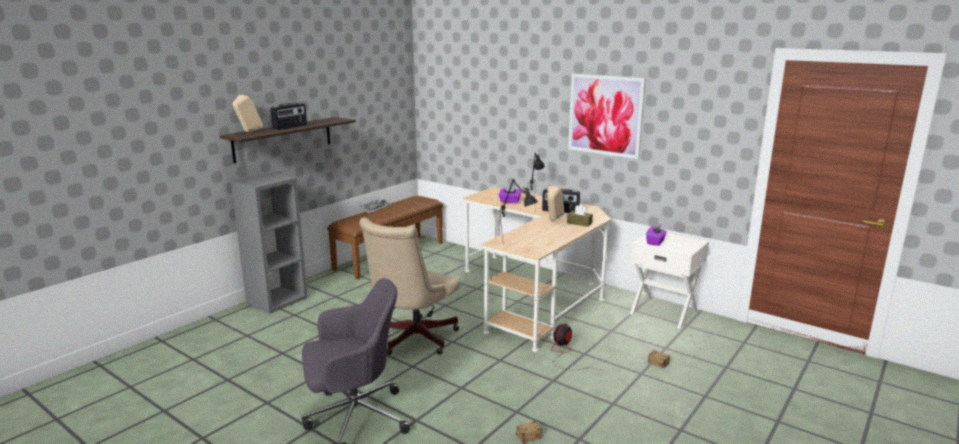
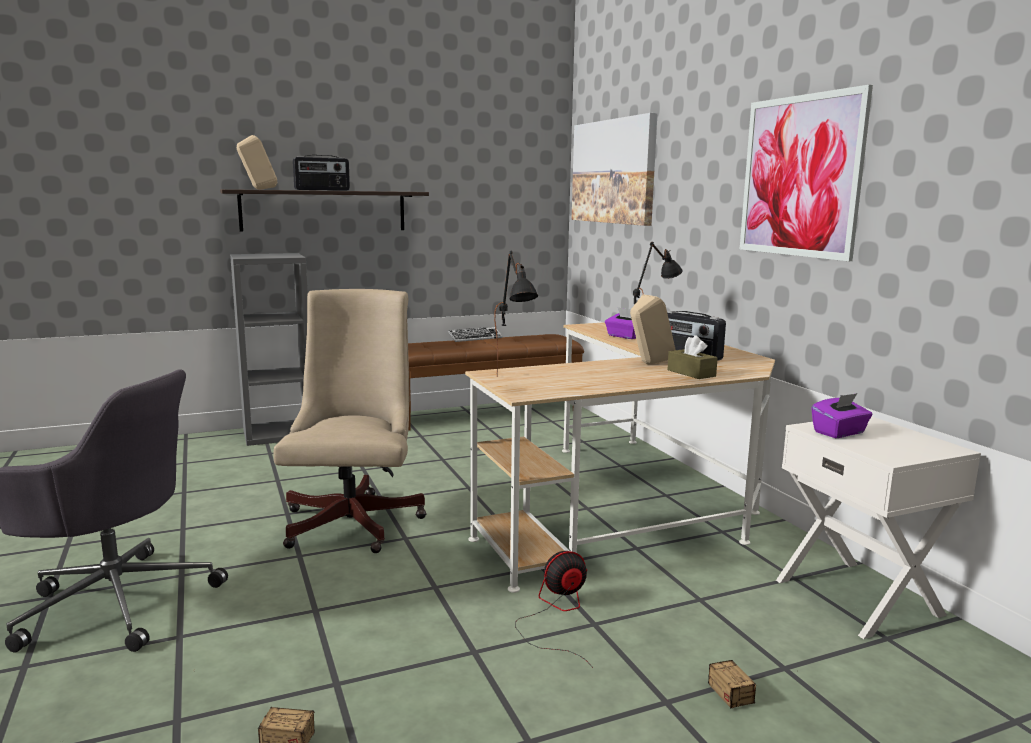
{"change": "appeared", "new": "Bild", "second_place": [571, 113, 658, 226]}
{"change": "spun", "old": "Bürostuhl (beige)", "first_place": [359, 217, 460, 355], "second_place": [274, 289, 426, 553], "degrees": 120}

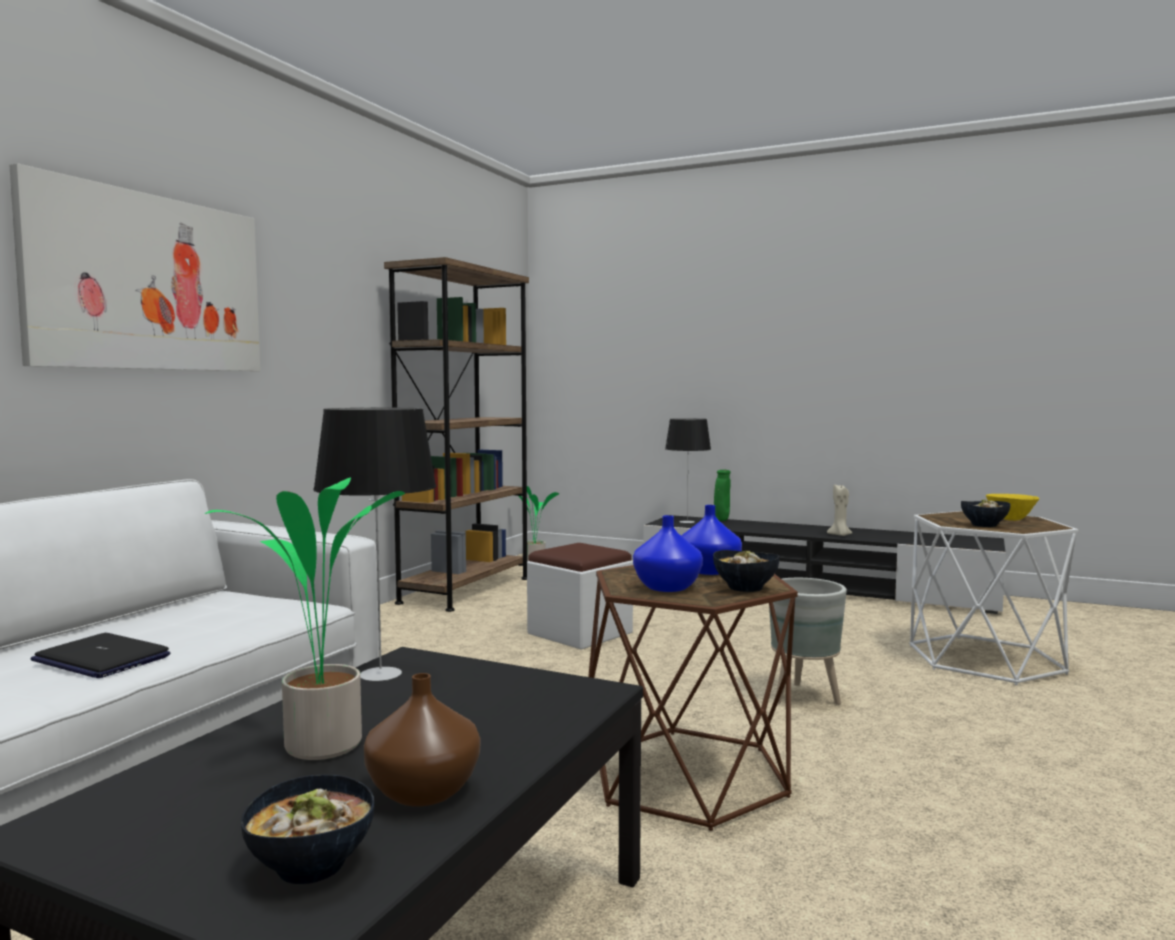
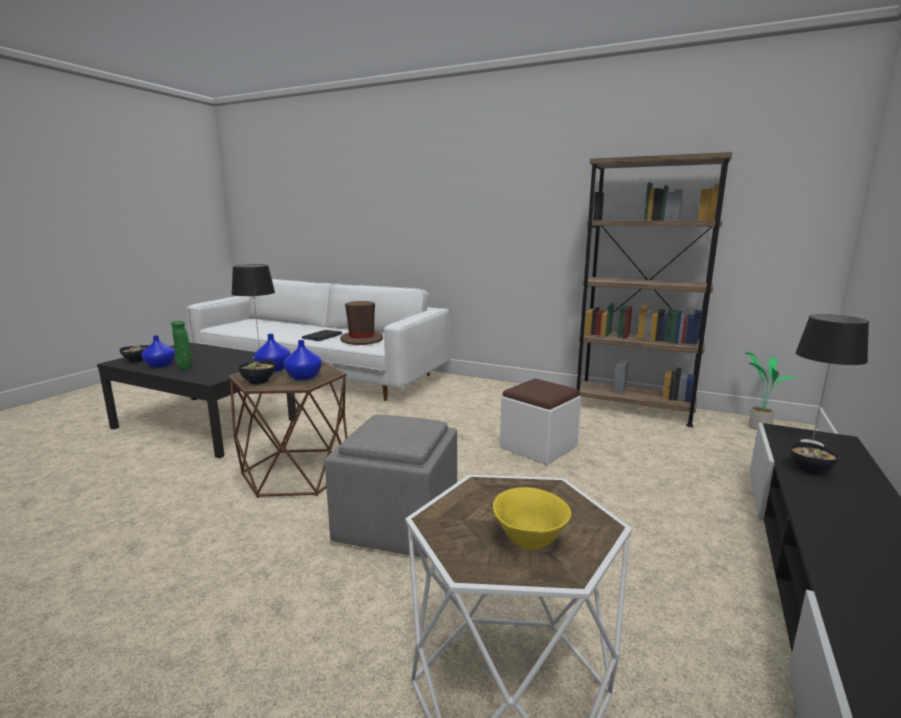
{"change": "missing", "old": "Bild", "first_place": [9, 163, 260, 371]}
{"change": "missing", "old": "Topfpflanze", "first_place": [204, 477, 405, 760]}
{"change": "missing", "old": "Kerze (beige)", "first_place": [827, 484, 852, 536]}
{"change": "appeared", "new": "Hut (braun)", "second_place": [340, 301, 383, 345]}
{"change": "relocated", "old": "Vase (grün)", "first_place": [714, 470, 731, 521], "second_place": [171, 321, 192, 371]}
{"change": "relocated", "old": "Schüssel", "first_place": [961, 500, 1010, 527], "second_place": [790, 442, 840, 475]}
{"change": "exchanged", "old": "Pflanzkübel (grau)", "new": "Polsterhocker (grau)", "first_place": [769, 578, 847, 705], "second_place": [325, 415, 457, 558]}
{"change": "colour", "old": "Vase (braun)", "new": "Vase (blau)", "first_place": [364, 673, 480, 806], "second_place": [141, 335, 175, 368]}

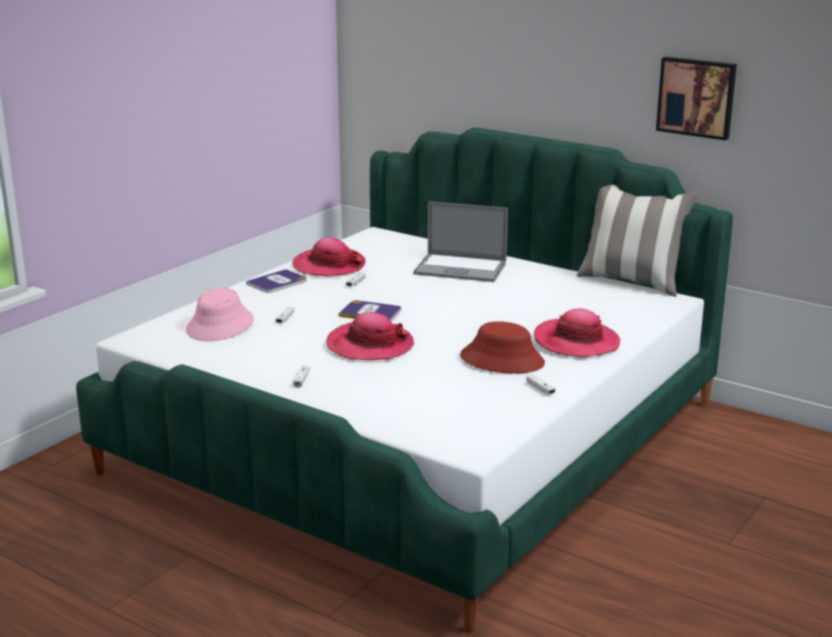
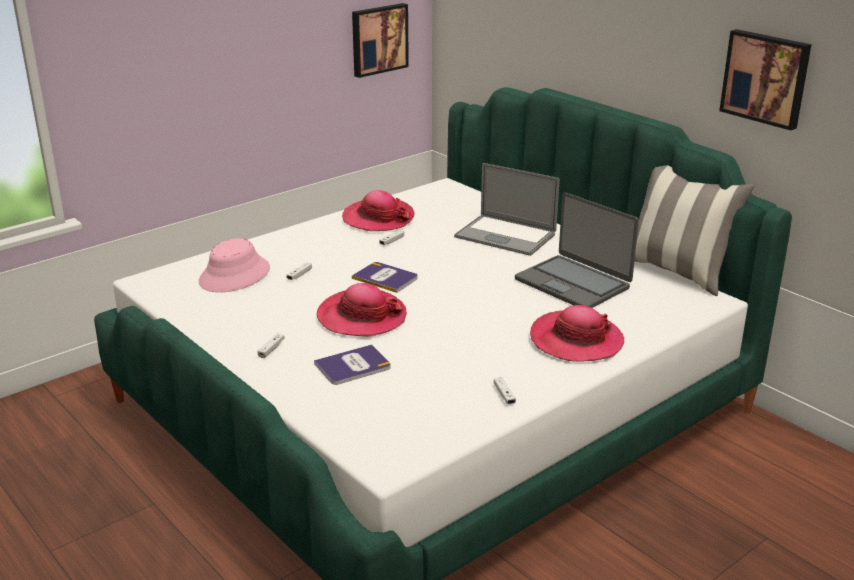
{"change": "missing", "old": "Hut (rot)", "first_place": [460, 321, 545, 374]}
{"change": "appeared", "new": "Bild", "second_place": [352, 3, 409, 78]}
{"change": "appeared", "new": "Laptop", "second_place": [515, 192, 639, 308]}
{"change": "relocated", "old": "Buch", "first_place": [246, 269, 307, 293], "second_place": [314, 344, 391, 385]}

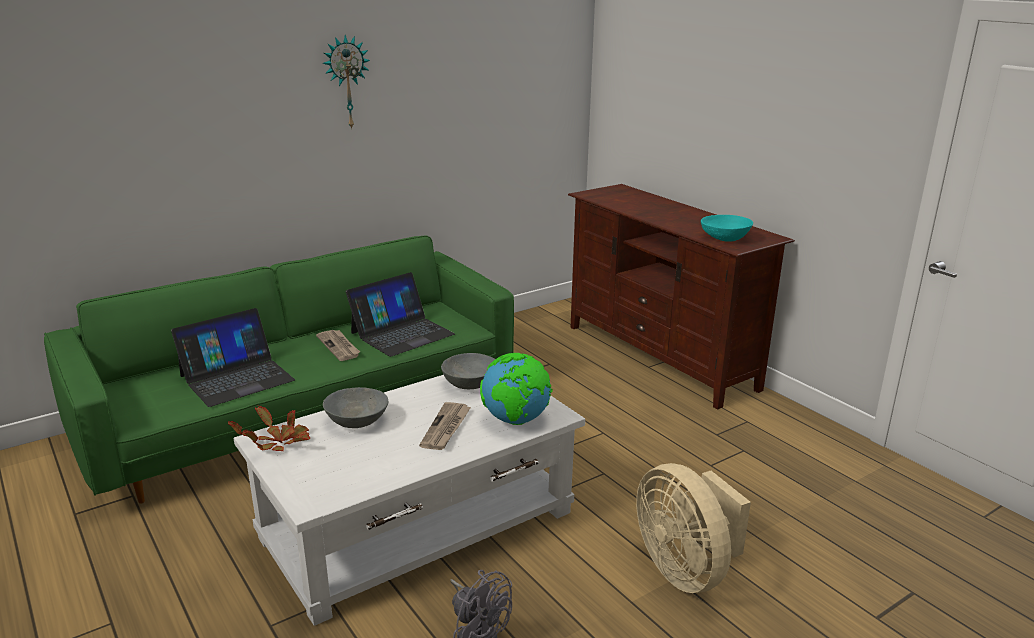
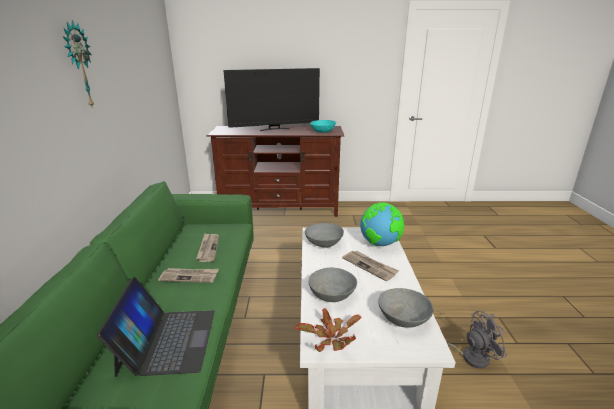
{"change": "missing", "old": "Ventilator (beige)", "first_place": [636, 463, 751, 593]}
{"change": "appeared", "new": "Fernseher", "second_place": [223, 68, 320, 131]}
{"change": "appeared", "new": "Schüssel (grau)", "second_place": [378, 288, 433, 328]}
{"change": "exchanged", "old": "Laptop", "new": "Zeitung", "first_place": [346, 272, 455, 357], "second_place": [196, 233, 219, 262]}

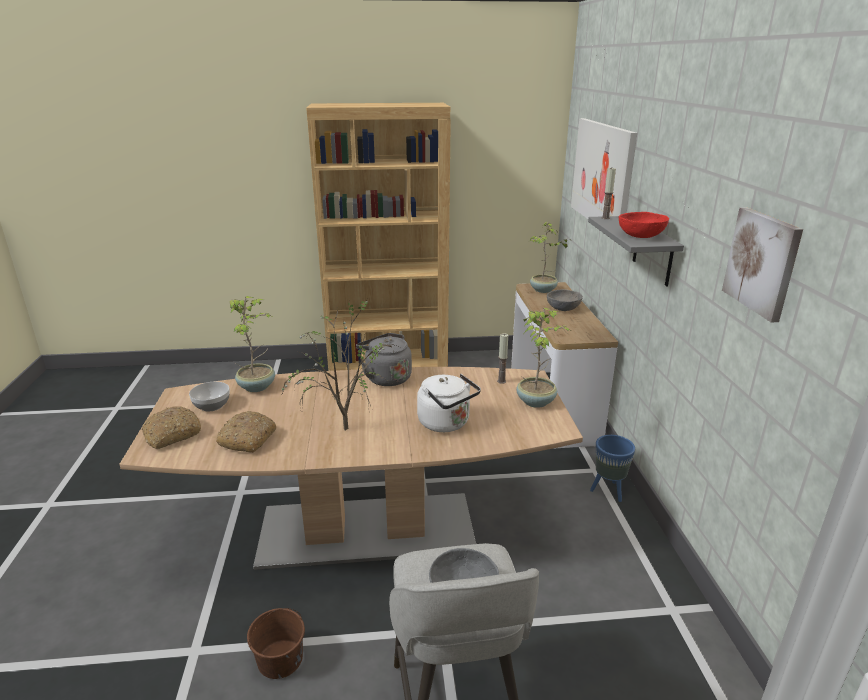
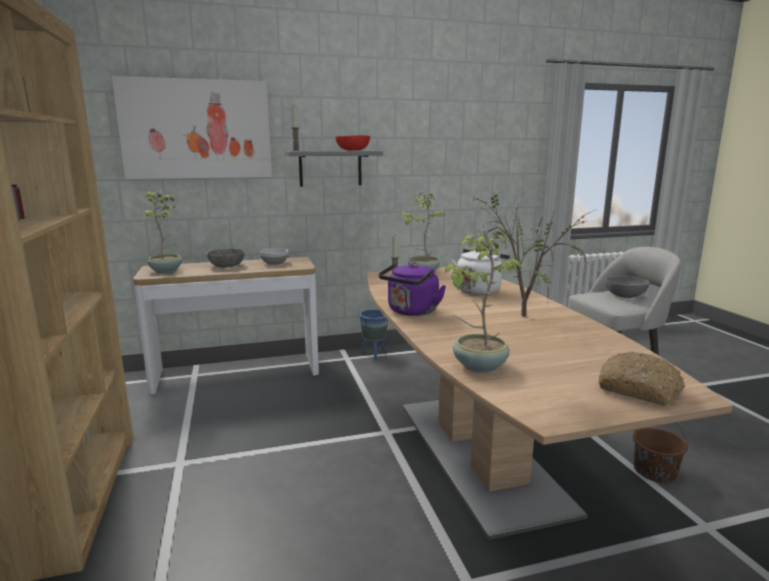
{"change": "missing", "old": "Brot", "first_place": [216, 411, 276, 453]}
{"change": "missing", "old": "Bild", "first_place": [722, 207, 803, 322]}
{"change": "relocated", "old": "Schüssel", "first_place": [189, 382, 230, 411], "second_place": [260, 248, 288, 265]}
{"change": "colour", "old": "Wasserkessel (grau)", "new": "Wasserkessel (lila)", "first_place": [356, 333, 412, 386], "second_place": [379, 262, 446, 316]}

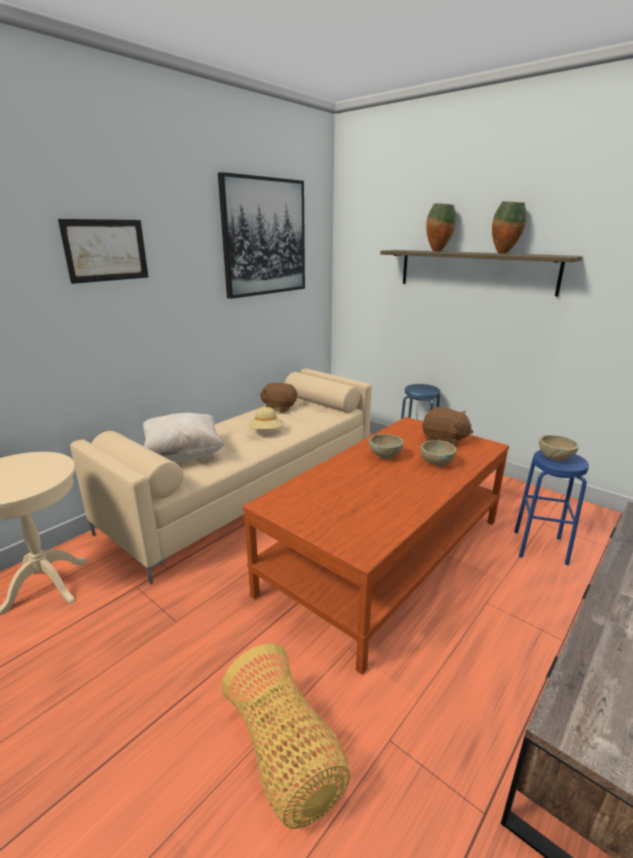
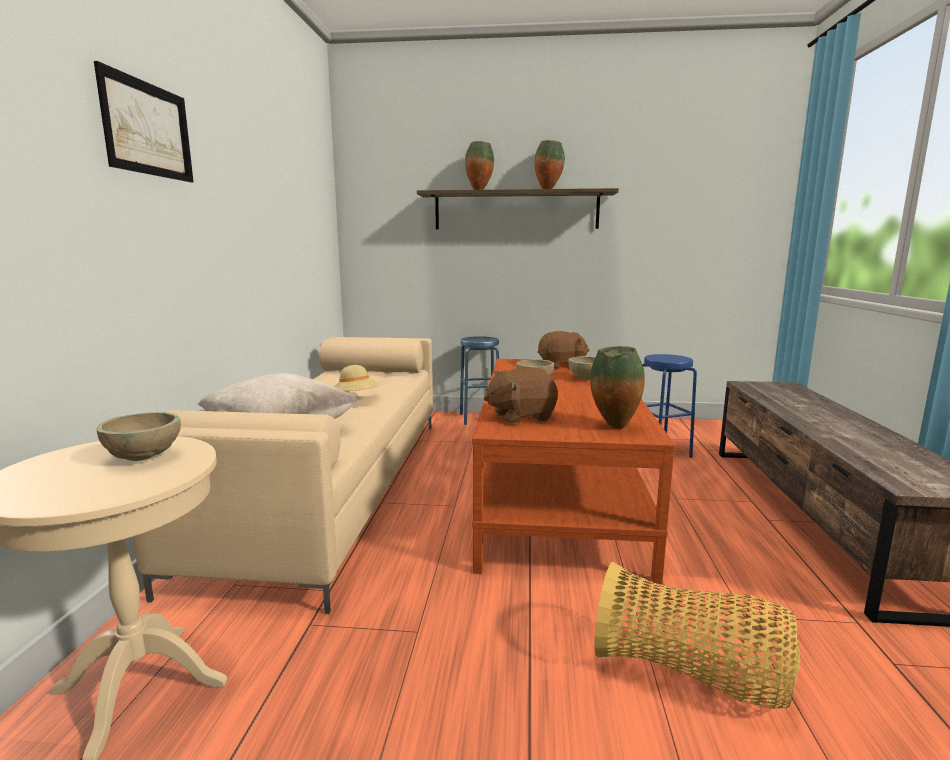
{"change": "missing", "old": "Bild", "first_place": [218, 172, 305, 299]}
{"change": "appeared", "new": "Vase", "second_place": [590, 346, 645, 429]}
{"change": "relocated", "old": "Plüschtier (braun)", "first_place": [260, 383, 297, 413], "second_place": [484, 367, 558, 424]}
{"change": "relocated", "old": "Schüssel (beige)", "first_place": [539, 435, 579, 461], "second_place": [96, 412, 181, 461]}

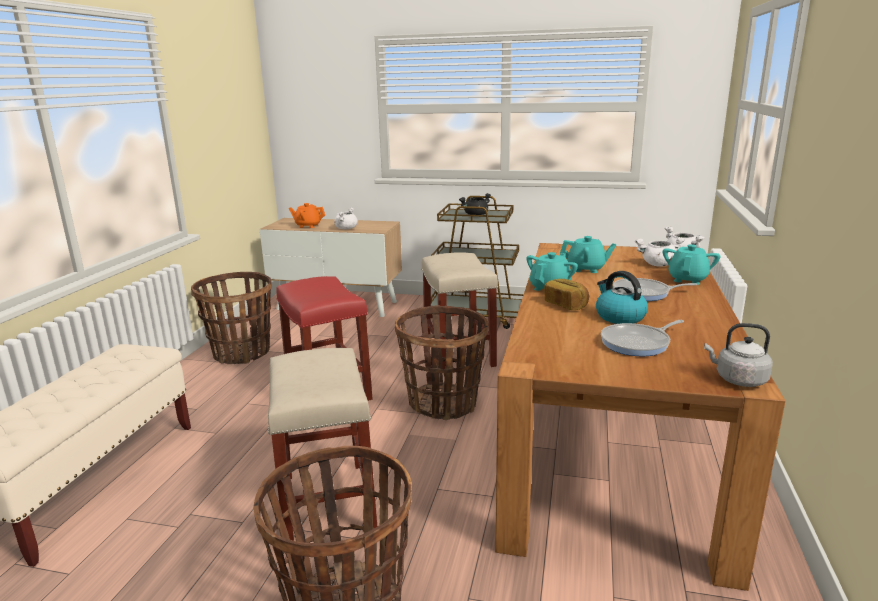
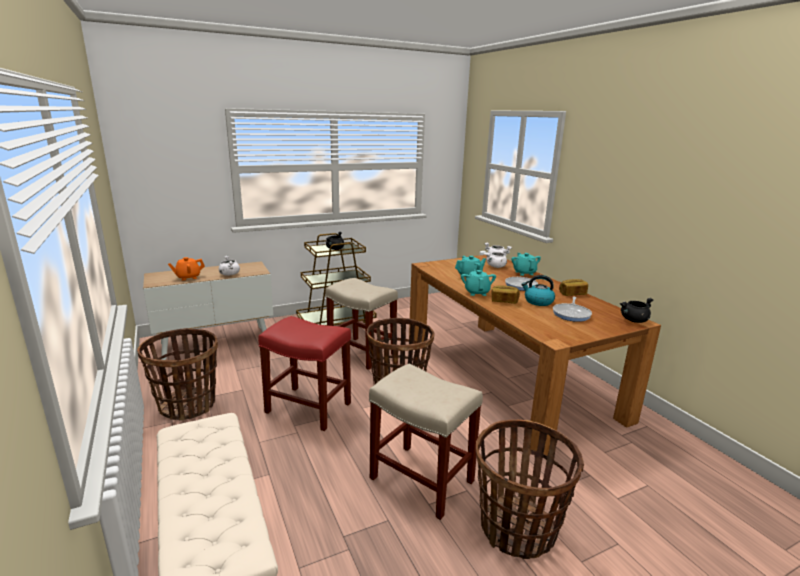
{"change": "appeared", "new": "Brot", "second_place": [559, 279, 588, 296]}
{"change": "exchanged", "old": "Wasserkessel (grau)", "new": "Kochtopf (schwarz)", "first_place": [704, 323, 773, 387], "second_place": [620, 298, 653, 323]}

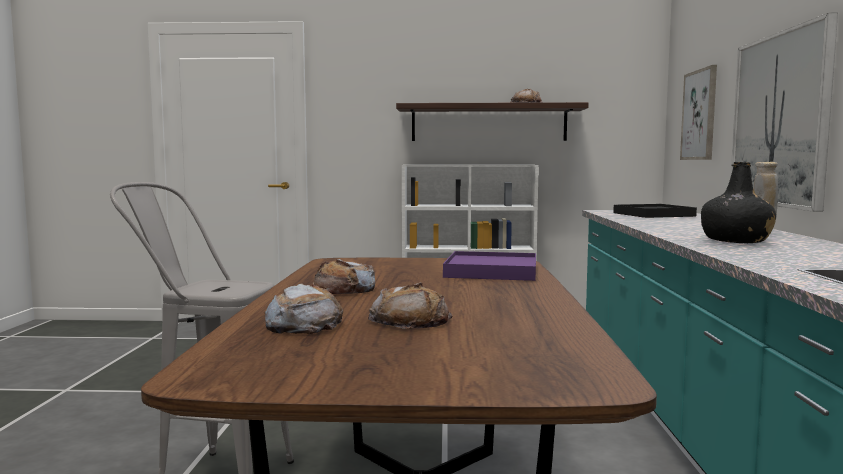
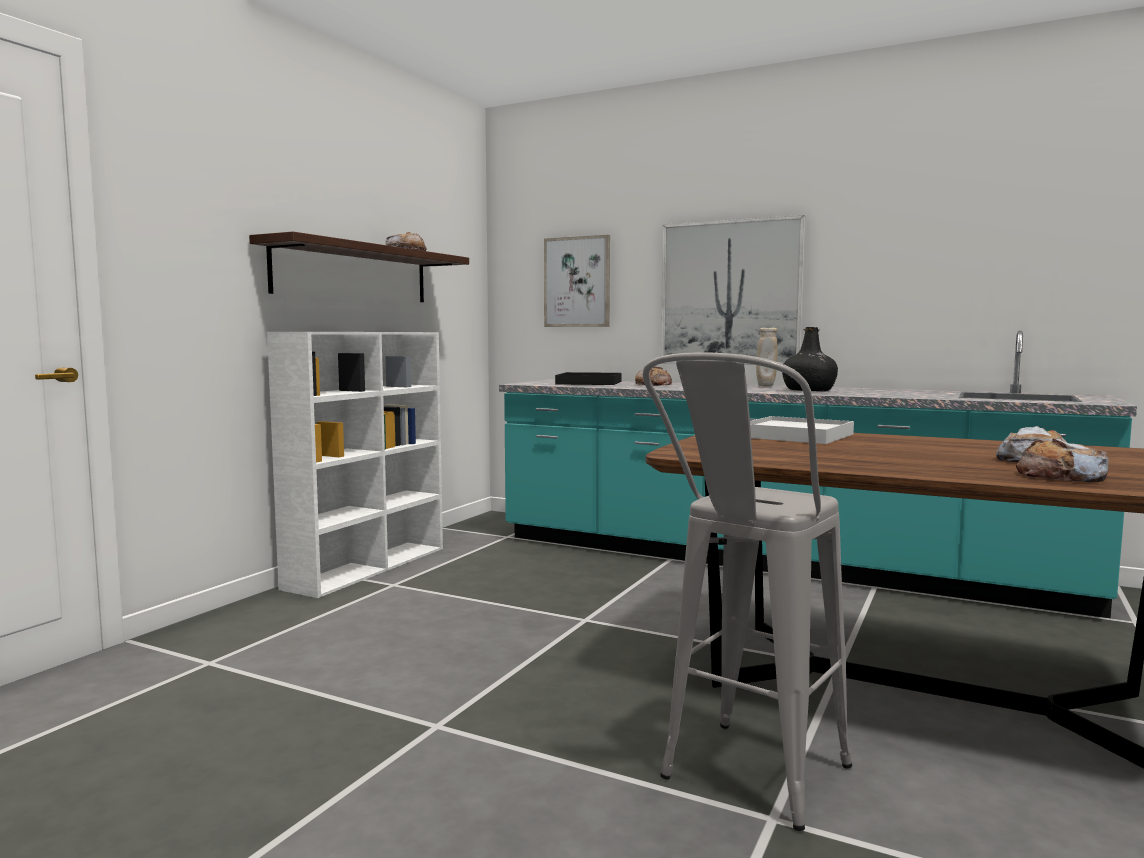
{"change": "relocated", "old": "Brot", "first_place": [312, 259, 375, 294], "second_place": [635, 366, 672, 386]}
{"change": "colour", "old": "Tablett (lila)", "new": "Tablett (weiß)", "first_place": [443, 251, 536, 281], "second_place": [750, 416, 854, 444]}

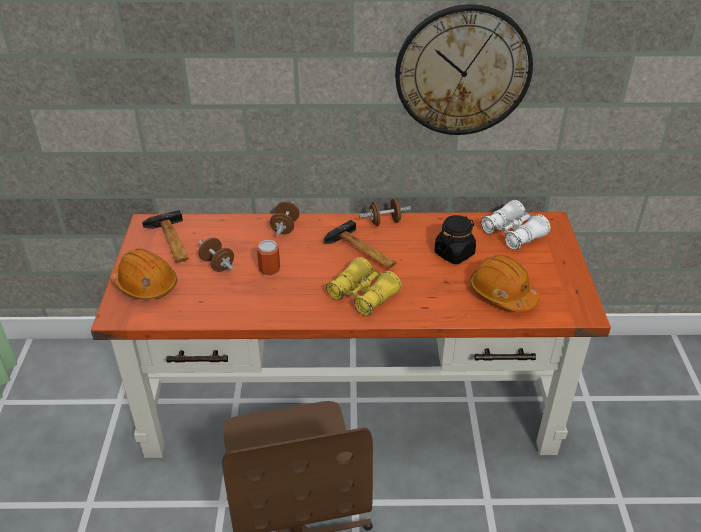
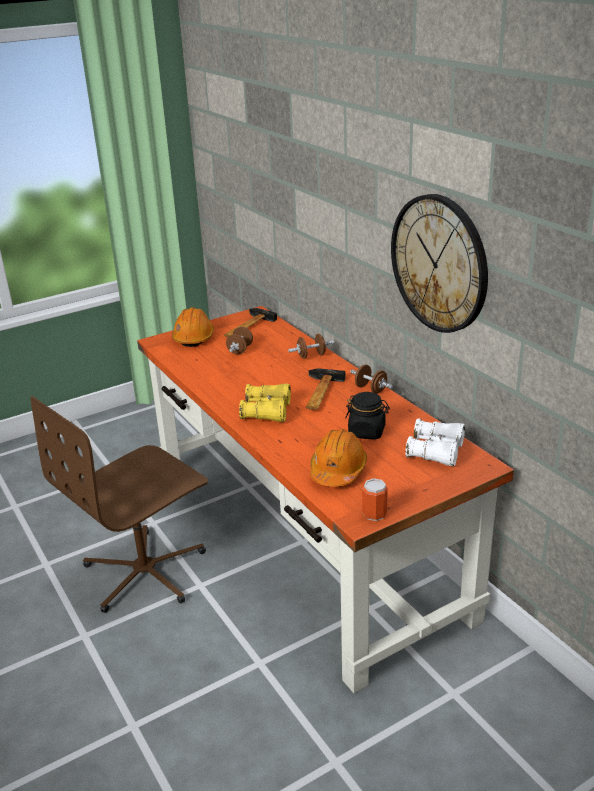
{"change": "relocated", "old": "Dose", "first_place": [257, 240, 280, 276], "second_place": [362, 478, 388, 521]}

